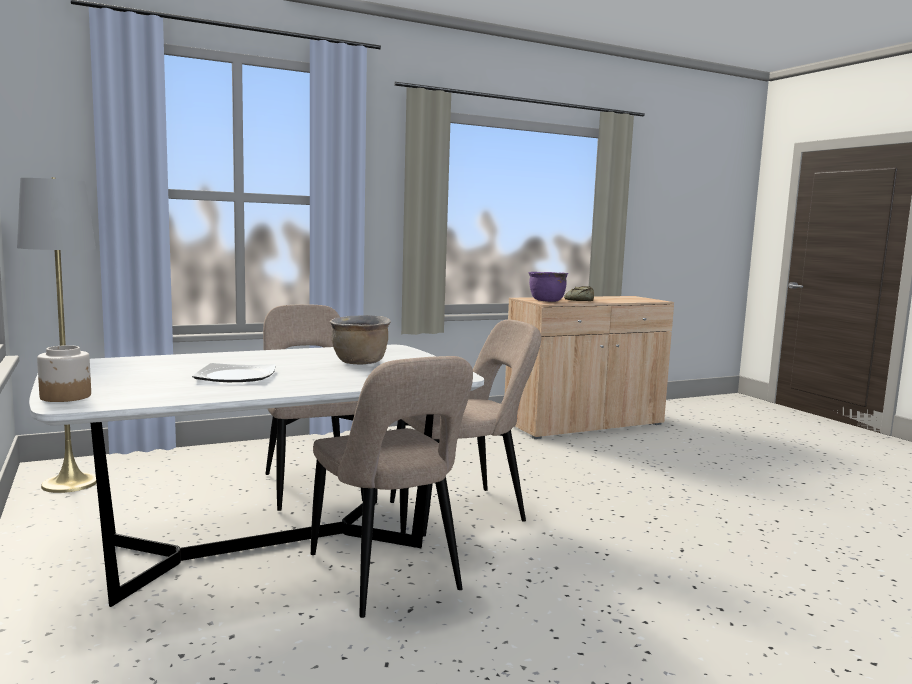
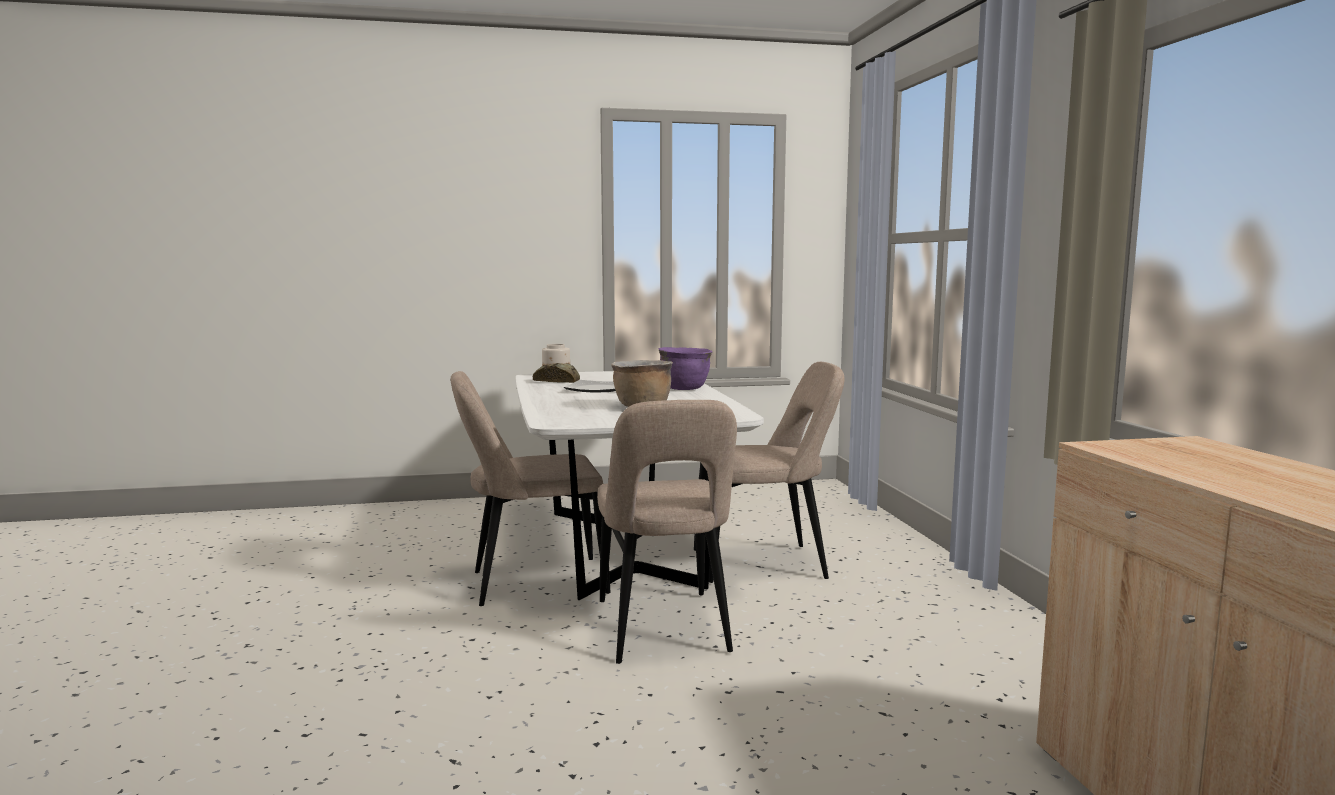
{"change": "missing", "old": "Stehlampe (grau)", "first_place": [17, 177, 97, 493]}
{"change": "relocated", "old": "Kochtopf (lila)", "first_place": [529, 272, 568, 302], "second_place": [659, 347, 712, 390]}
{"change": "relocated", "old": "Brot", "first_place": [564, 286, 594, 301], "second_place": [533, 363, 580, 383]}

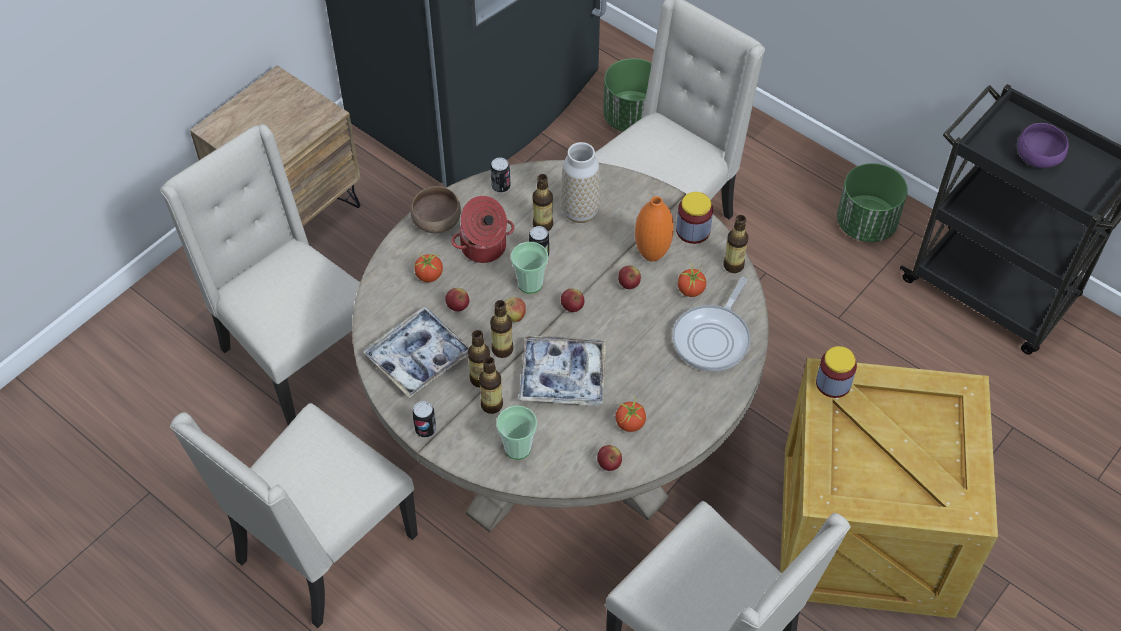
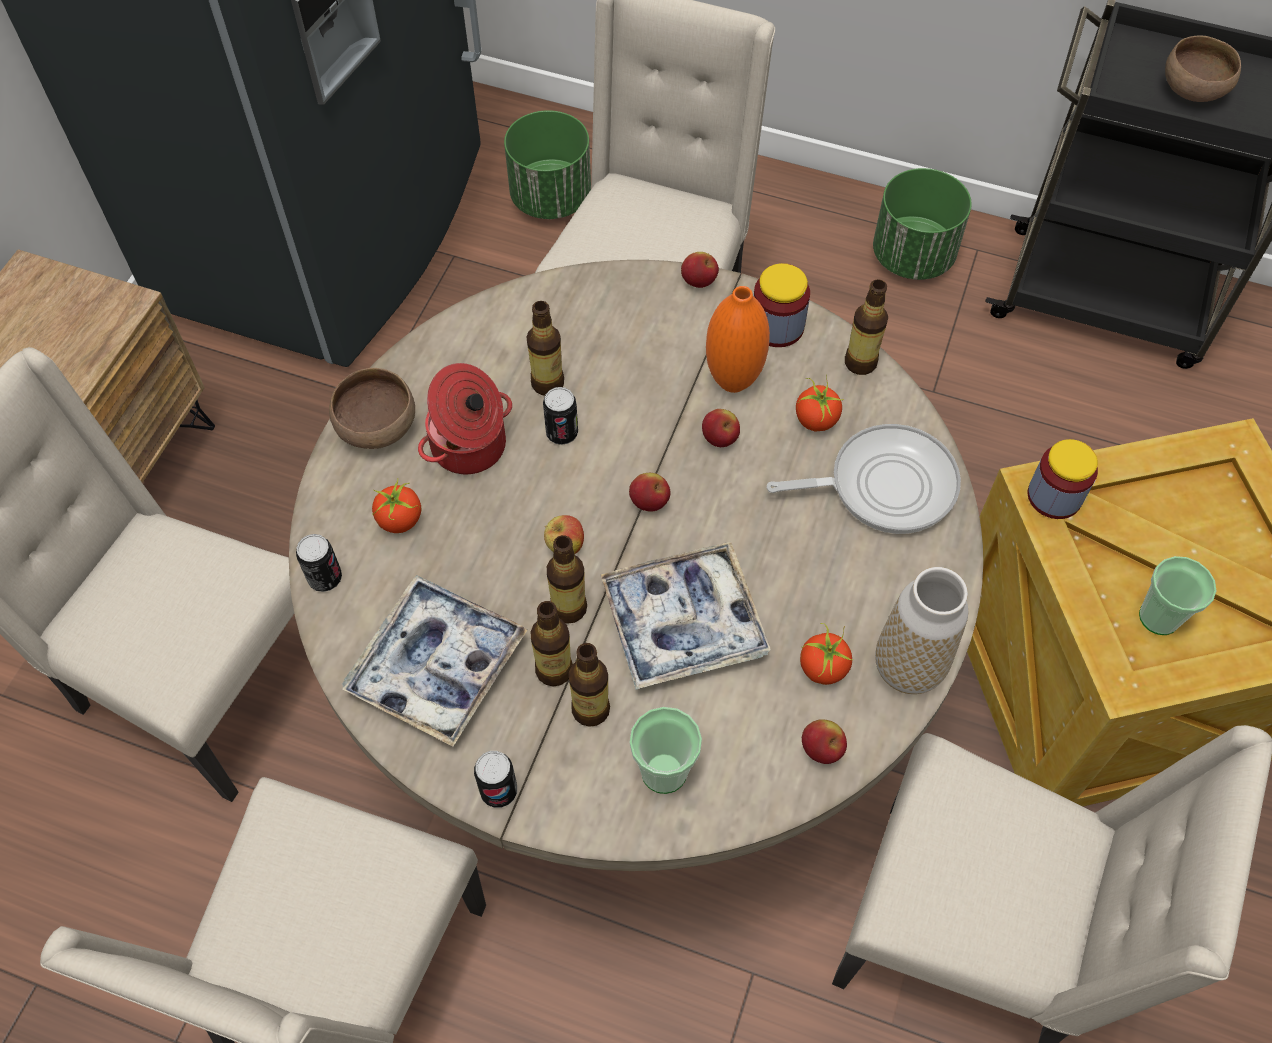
{"change": "relocated", "old": "Apfel", "first_place": [445, 288, 469, 312], "second_place": [681, 252, 719, 288]}
{"change": "relocated", "old": "Dose", "first_place": [490, 157, 510, 193], "second_place": [296, 534, 342, 592]}
{"change": "relocated", "old": "Tasse", "first_place": [511, 242, 548, 294], "second_place": [1139, 556, 1216, 635]}
{"change": "relocated", "old": "Vase", "first_place": [560, 142, 601, 223], "second_place": [875, 567, 969, 694]}
{"change": "colour", "old": "Schüssel (lila)", "new": "Schüssel (braun)", "first_place": [1017, 123, 1069, 168], "second_place": [1165, 35, 1241, 102]}
{"change": "spun", "old": "Pfanne", "first_place": [672, 277, 751, 372], "second_place": [767, 424, 961, 534], "degrees": -105}

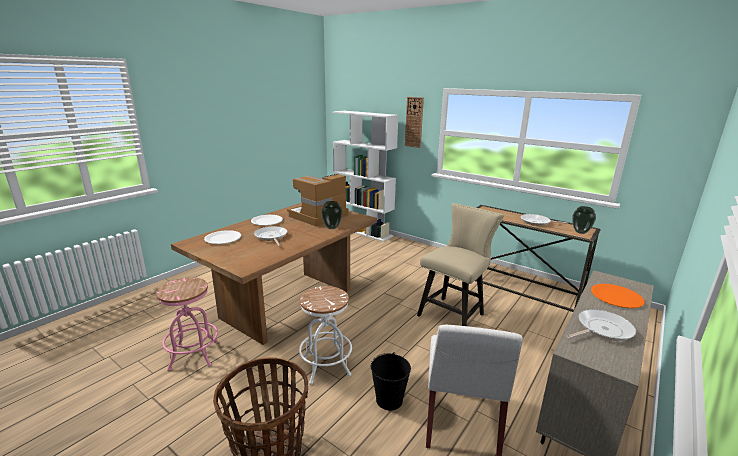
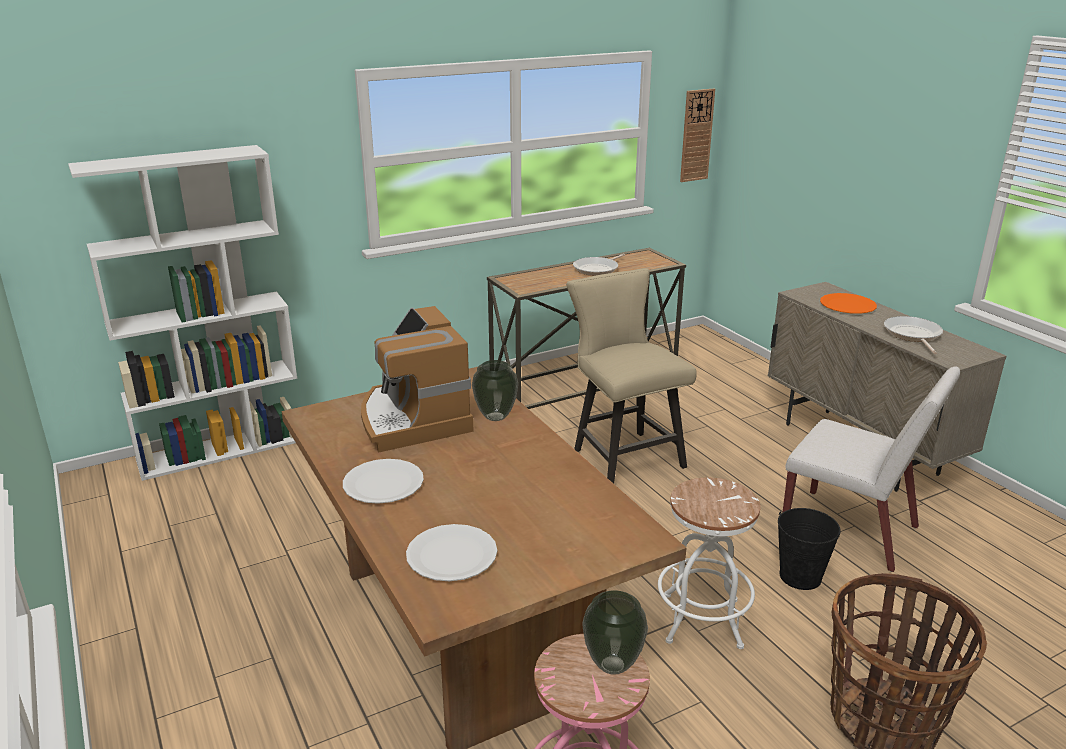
{"change": "missing", "old": "Pfanne", "first_place": [254, 226, 287, 247]}
{"change": "relocated", "old": "Wanduhr", "first_place": [405, 97, 424, 148], "second_place": [680, 89, 715, 182]}
{"change": "relocated", "old": "Vase", "first_place": [572, 206, 596, 234], "second_place": [582, 591, 648, 675]}

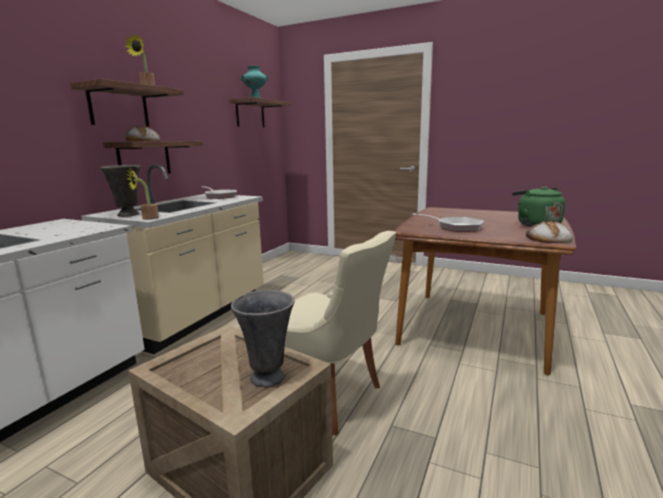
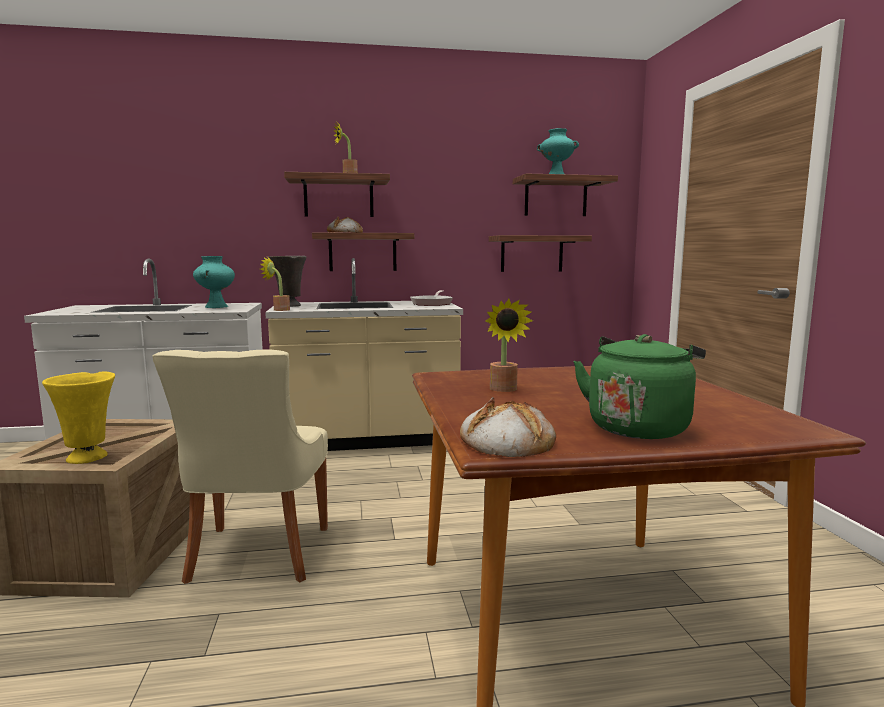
{"change": "appeared", "new": "Vase (türkis)", "second_place": [193, 256, 235, 308]}
{"change": "appeared", "new": "Wandregal", "second_place": [489, 235, 592, 272]}
{"change": "exchanged", "old": "Pfanne", "new": "Topfpflanze", "first_place": [412, 213, 484, 232], "second_place": [485, 299, 533, 392]}
{"change": "colour", "old": "Vase (grau)", "new": "Vase (gelb)", "first_place": [231, 290, 295, 388], "second_place": [42, 371, 115, 464]}

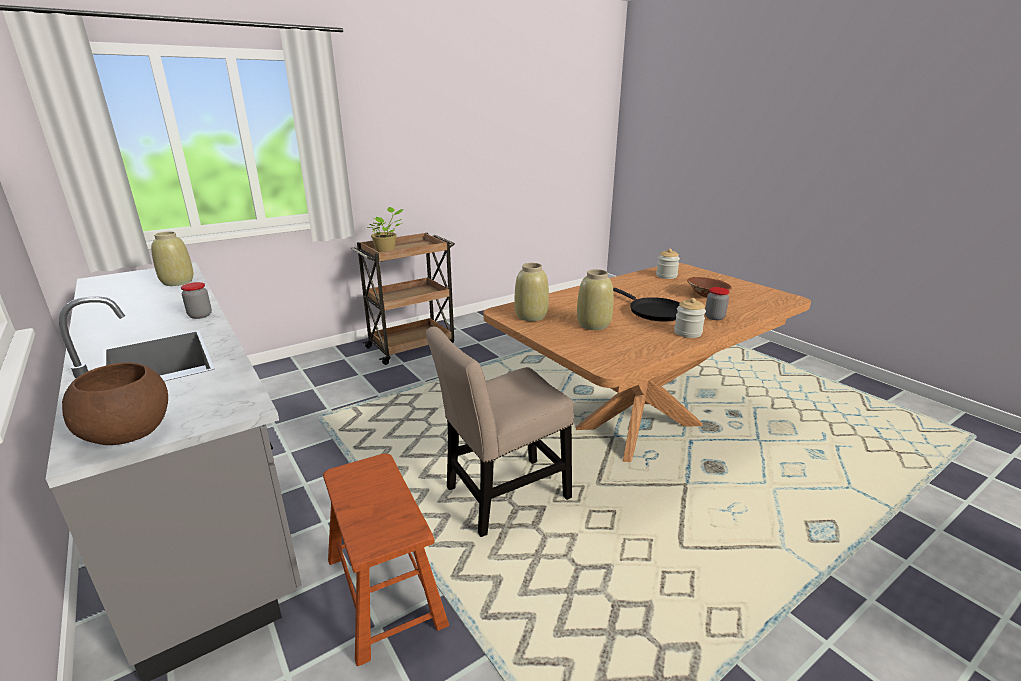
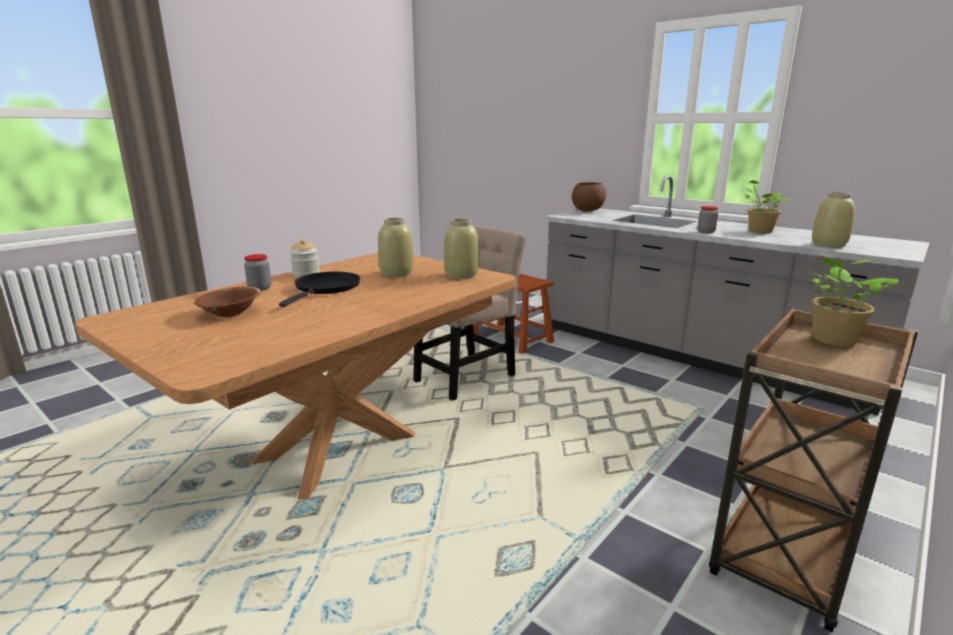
{"change": "missing", "old": "Vorratsglas", "first_place": [656, 248, 680, 279]}
{"change": "appeared", "new": "Topfpflanze", "second_place": [742, 179, 791, 233]}
{"change": "spun", "old": "Pfanne (schwarz)", "first_place": [613, 288, 680, 322], "second_place": [279, 272, 360, 307], "degrees": 60}

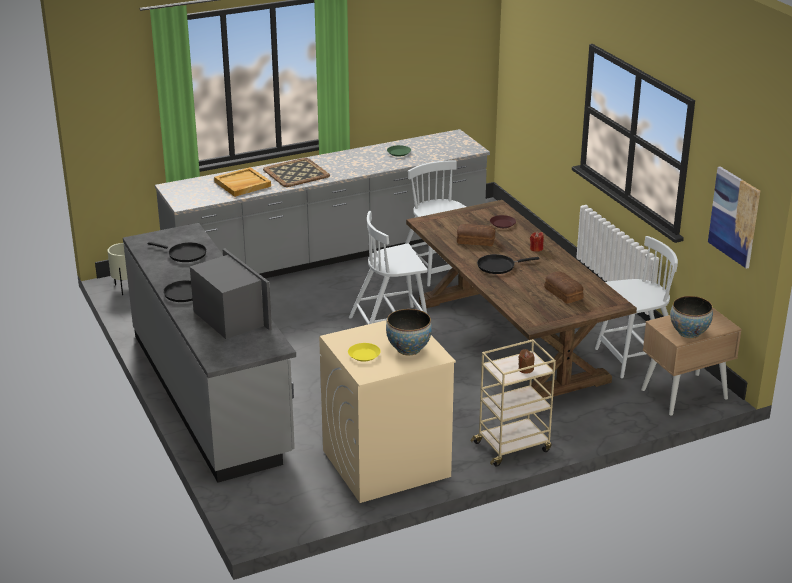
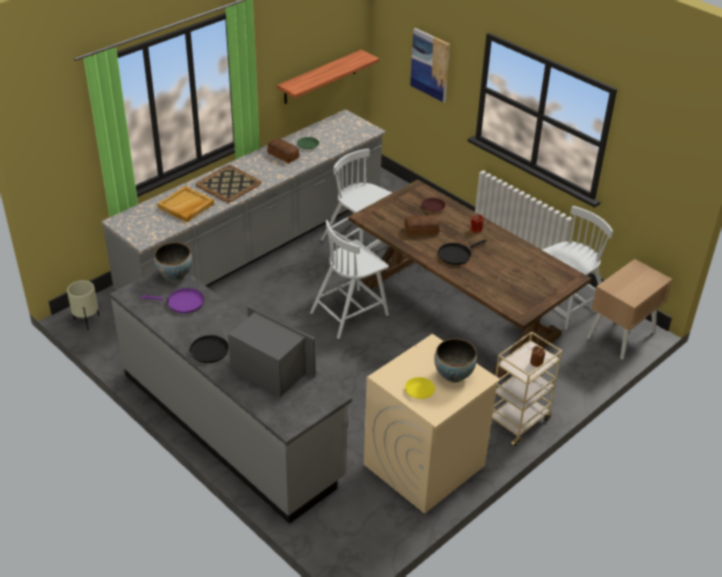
{"change": "appeared", "new": "Wandregal", "second_place": [277, 49, 379, 104]}
{"change": "relocated", "old": "Brot", "first_place": [544, 271, 584, 304], "second_place": [267, 138, 300, 163]}
{"change": "relocated", "old": "Schüssel", "first_place": [670, 296, 713, 339], "second_place": [154, 243, 192, 282]}
{"change": "relocated", "old": "Bild", "first_place": [708, 166, 760, 269], "second_place": [410, 28, 450, 102]}
{"change": "colour", "old": "Pfanne (schwarz)", "new": "Pfanne (lila)", "first_place": [148, 242, 207, 262], "second_place": [141, 288, 204, 313]}

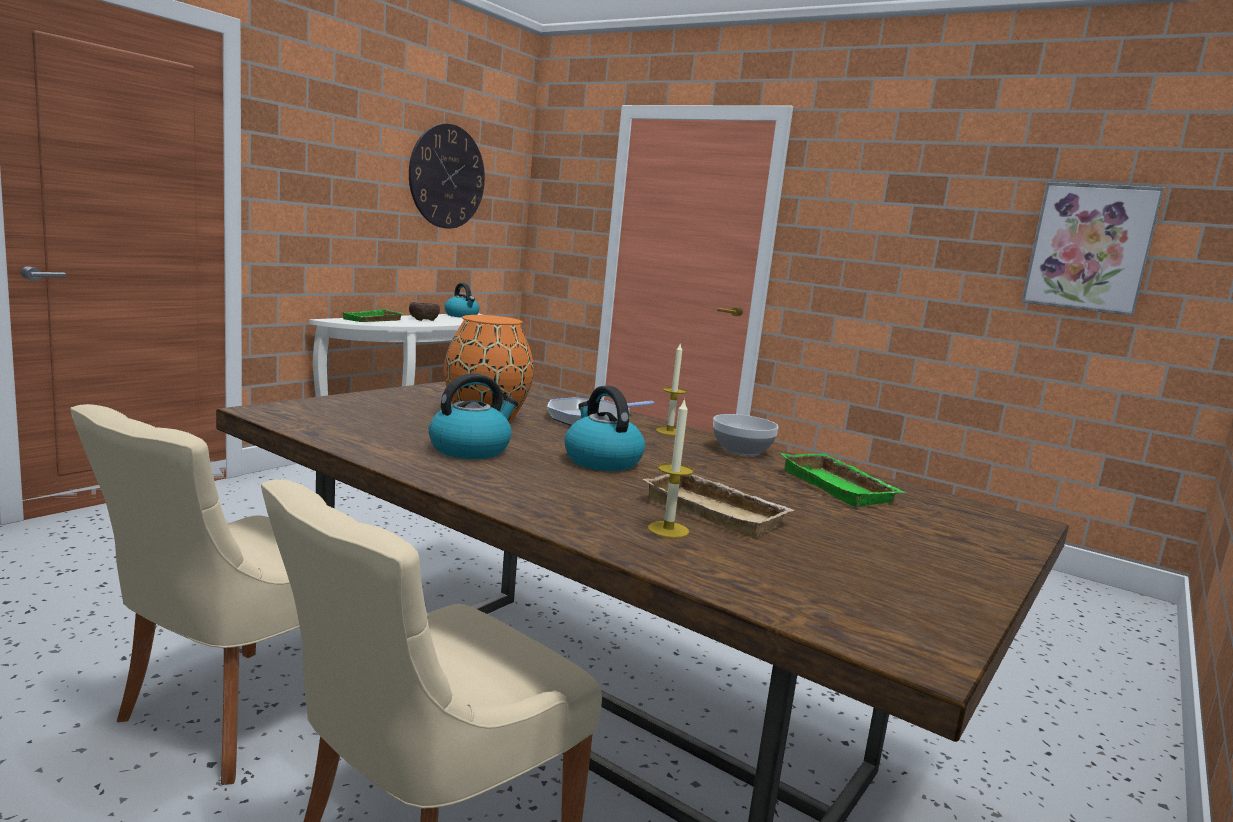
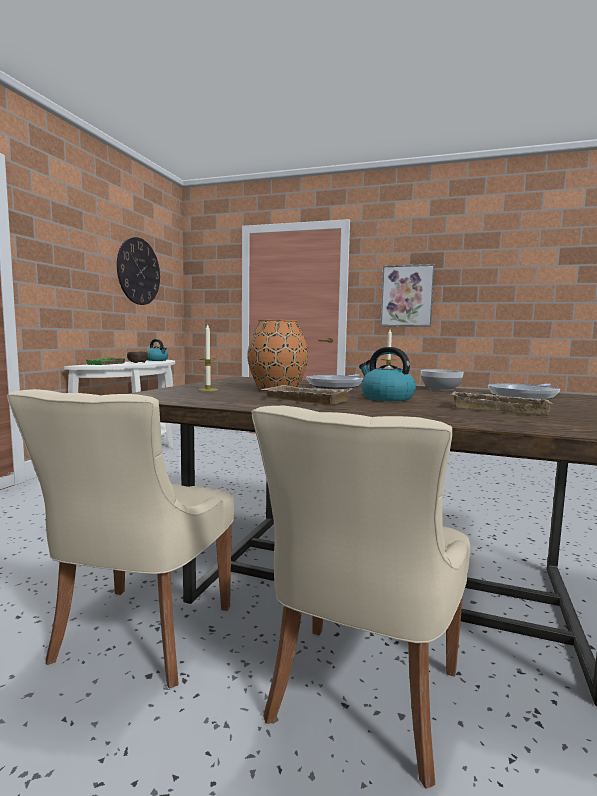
{"change": "relocated", "old": "Kerze", "first_place": [648, 398, 694, 538], "second_place": [198, 323, 218, 391]}
{"change": "relocated", "old": "Bild", "first_place": [1022, 182, 1164, 316], "second_place": [381, 264, 434, 327]}
{"change": "exchanged", "old": "Wasserkessel", "new": "Tablett (beige)", "first_place": [429, 373, 518, 459], "second_place": [261, 385, 353, 405]}
{"change": "exchanged", "old": "Tablett (grün)", "new": "Pfanne", "first_place": [780, 453, 906, 507], "second_place": [488, 383, 560, 400]}

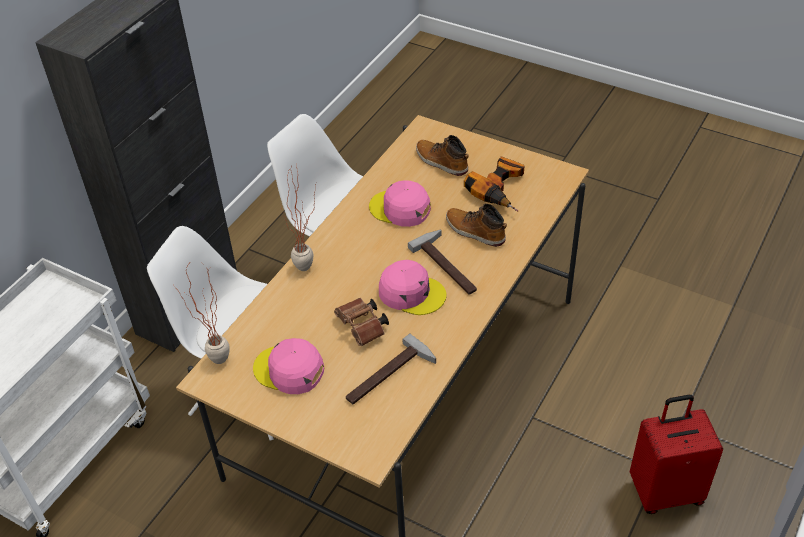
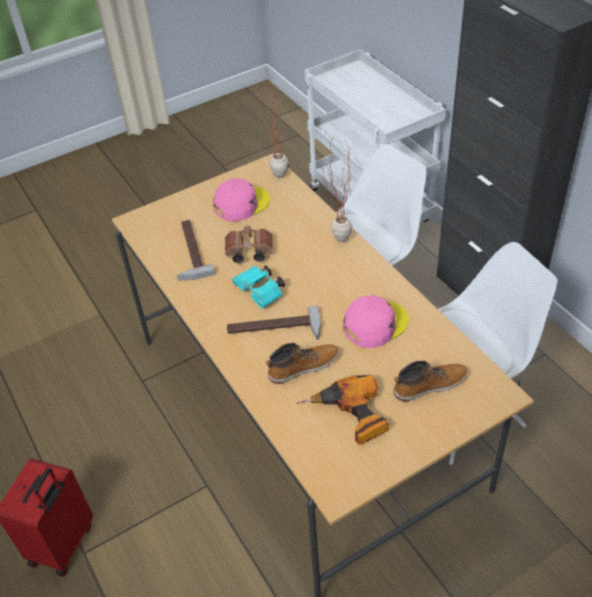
{"change": "exchanged", "old": "Kappe (rosa)", "new": "Fernglas (türkis)", "first_place": [379, 260, 446, 315], "second_place": [232, 266, 285, 308]}

